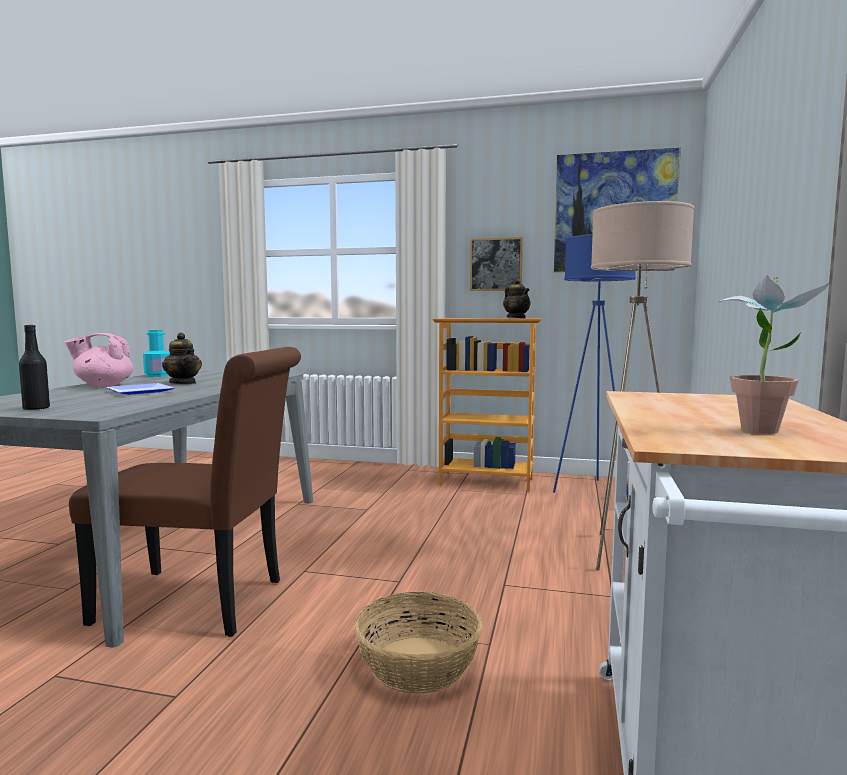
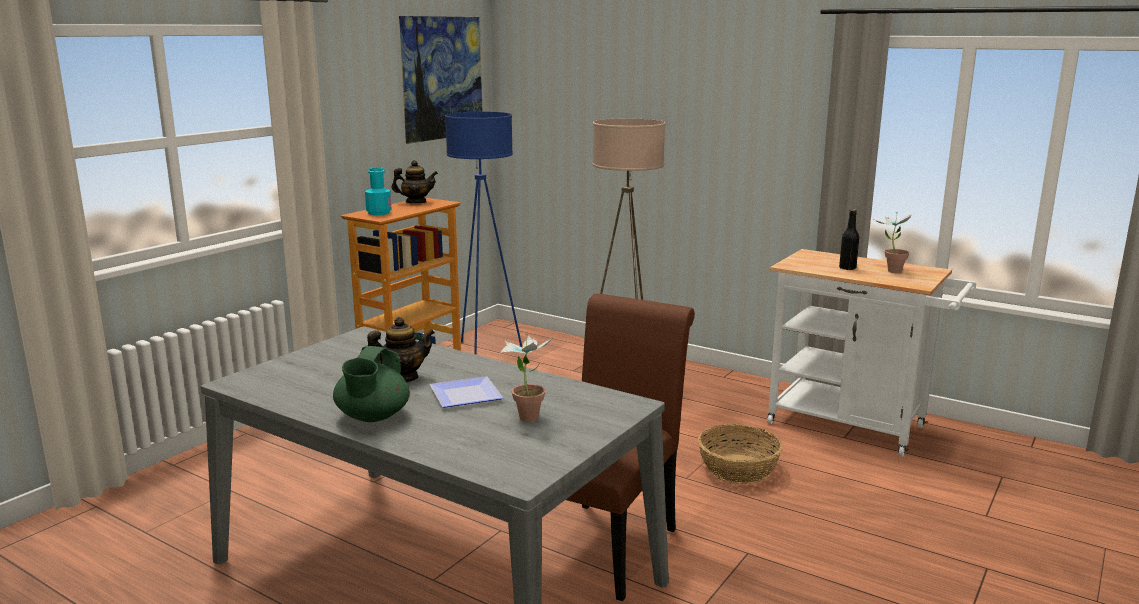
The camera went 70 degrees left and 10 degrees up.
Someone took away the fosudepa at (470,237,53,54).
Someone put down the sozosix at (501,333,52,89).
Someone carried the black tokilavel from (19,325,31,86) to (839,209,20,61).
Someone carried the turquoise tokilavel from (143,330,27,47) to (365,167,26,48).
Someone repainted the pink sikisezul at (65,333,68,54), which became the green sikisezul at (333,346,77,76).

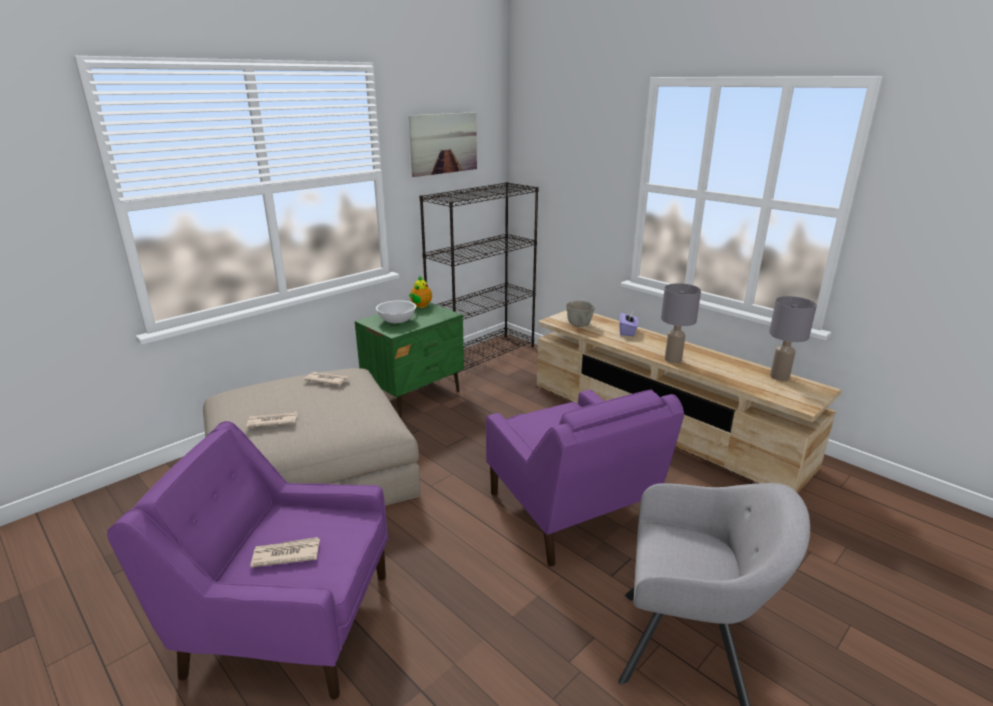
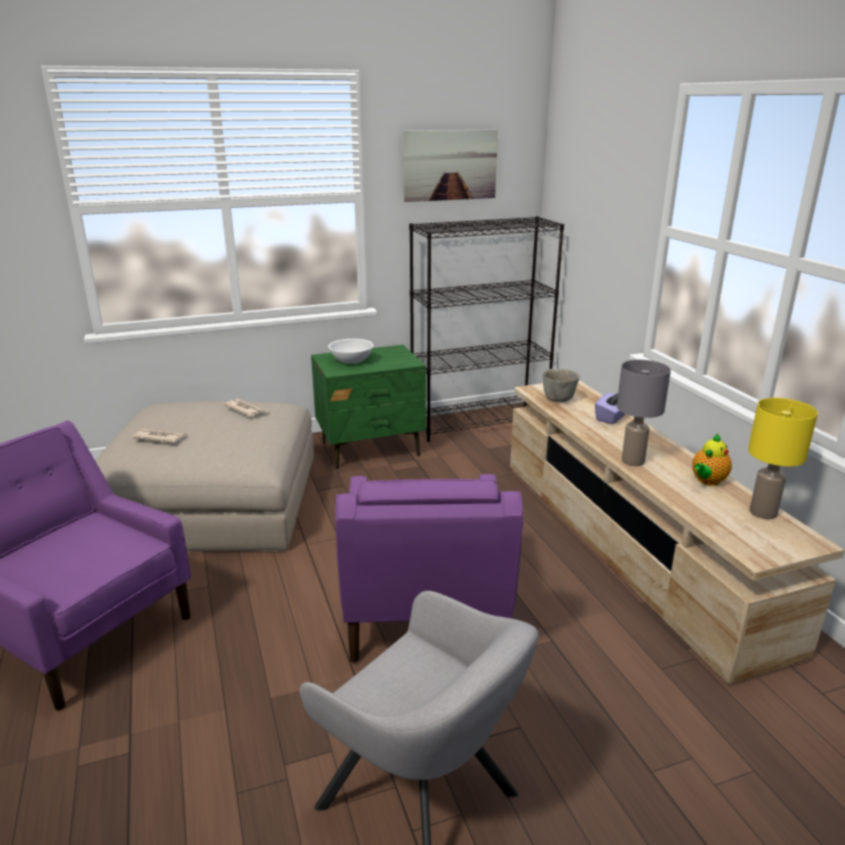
The camera went 25 degrees right and 0 degrees up.
Someone took away the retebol at (250,537,70,30).
Someone carried the sikisezul from (409,276,23,32) to (692,434,40,52).
Someone repainted the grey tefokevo at (769,296,48,85), which became the yellow tefokevo at (748,398,70,121).

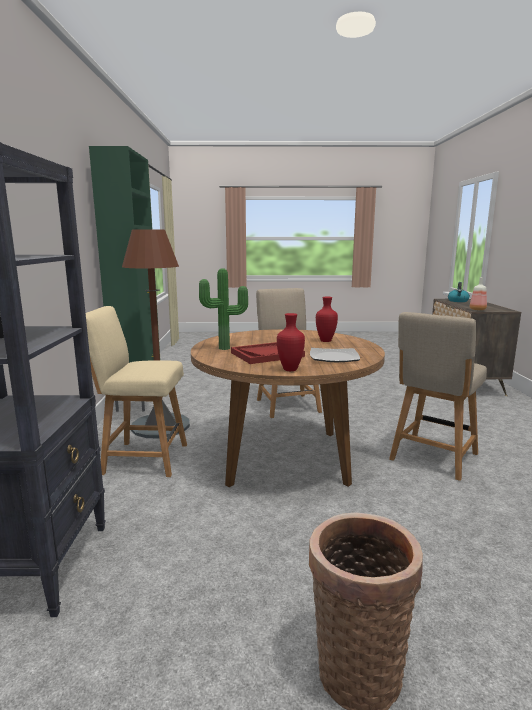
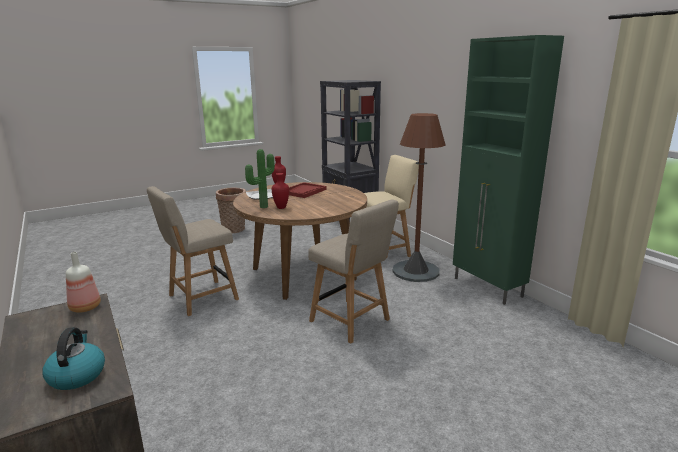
The camera went 150 degrees right and 5 degrees up.
Someone carried the sozosix from (199,268,49,82) to (245,149,30,59).
Someone rotated the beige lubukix at (389,312,98,169) by 135 degrees counterclockwise.

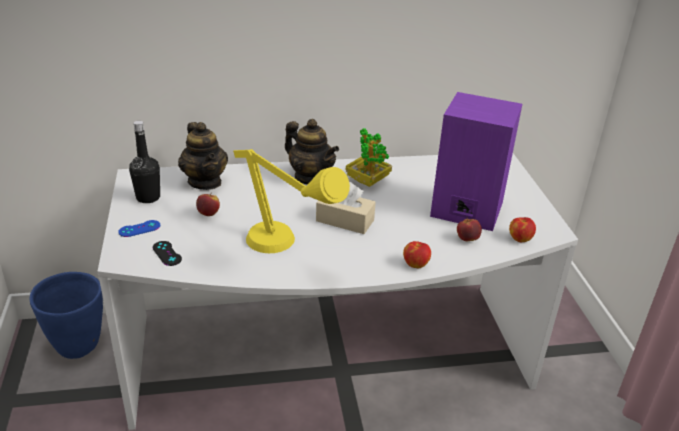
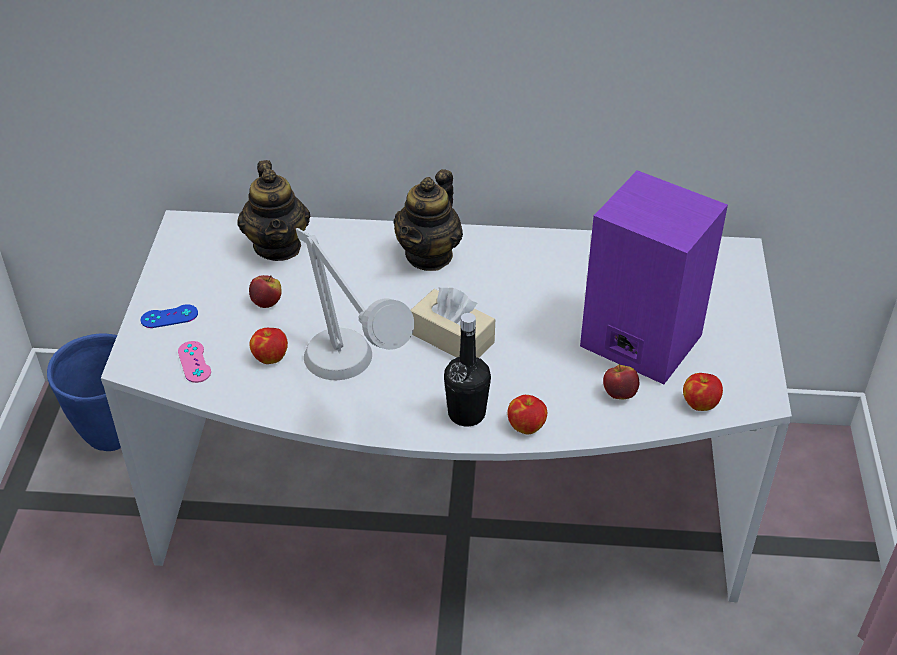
The camera went 15 degrees right and 10 degrees up.
Someone took away the sozosix at (346,128,46,59).
Someone put down the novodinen at (249,328,39,36).
Someone carried the black tokilavel from (129,121,31,82) to (444,313,47,114).
Someone repainted the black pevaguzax at (153,241,29,25), which became the pink pevaguzax at (178,341,33,42).
Someone repainted the yellow tefokevo at (233,149,117,104), which became the grey tefokevo at (296,228,118,152).
Someone rotated the sikisezul at (285,119,54,66) by 60 degrees clockwise.

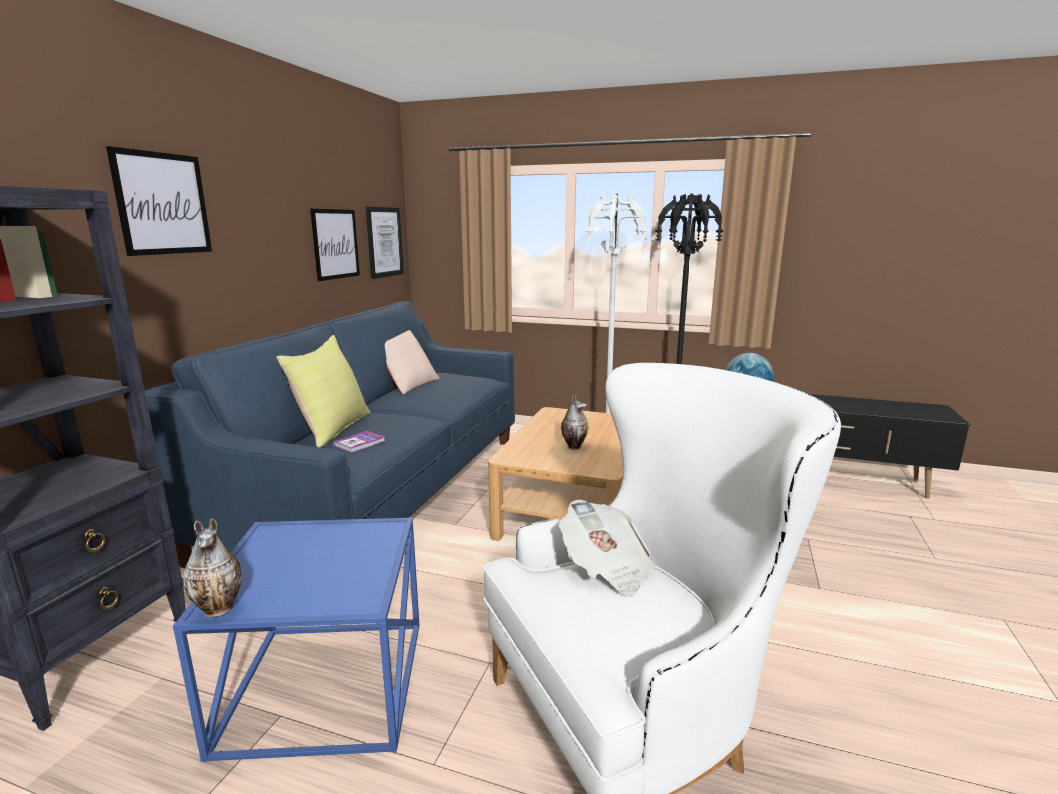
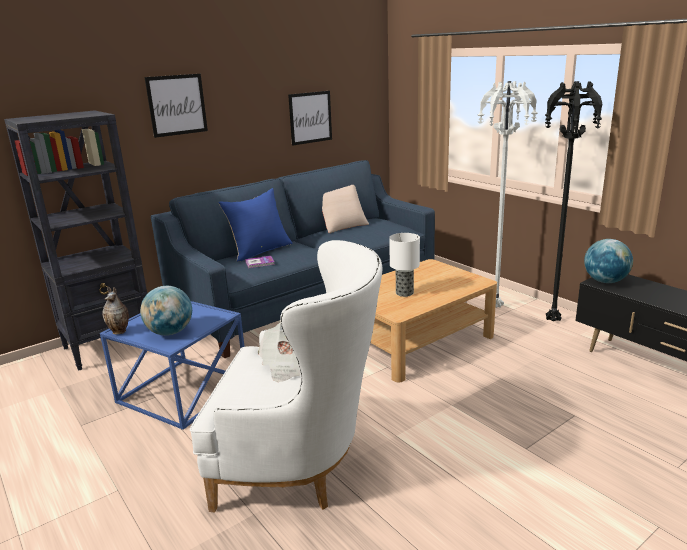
The camera went 35 degrees right and 5 degrees up.
Someone took away the fosudepa at (366,207,38,72).
Someone put down the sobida at (140,286,52,49).
Someone swapped the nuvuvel at (561,394,28,56) for the tefokevo at (389,233,31,64).
Someone repainted the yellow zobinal at (276,335,94,113), which became the blue zobinal at (218,188,75,74).

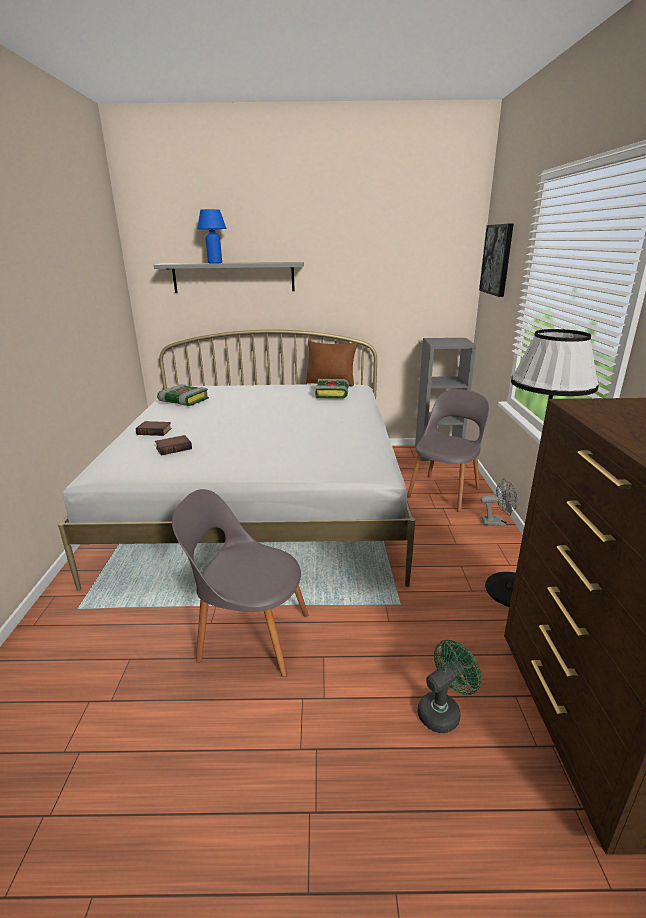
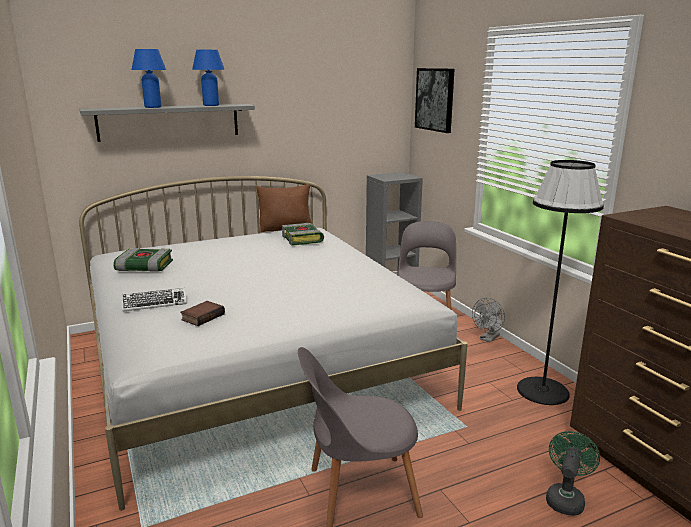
The camera went 25 degrees left and 5 degrees down.
Someone put down the blue tefokevo at (192,50,33,56).
Someone swapped the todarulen at (136,421,36,15) for the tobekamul at (122,288,65,24).
Someone rotated the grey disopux at (480,478,37,48) by 150 degrees clockwise.

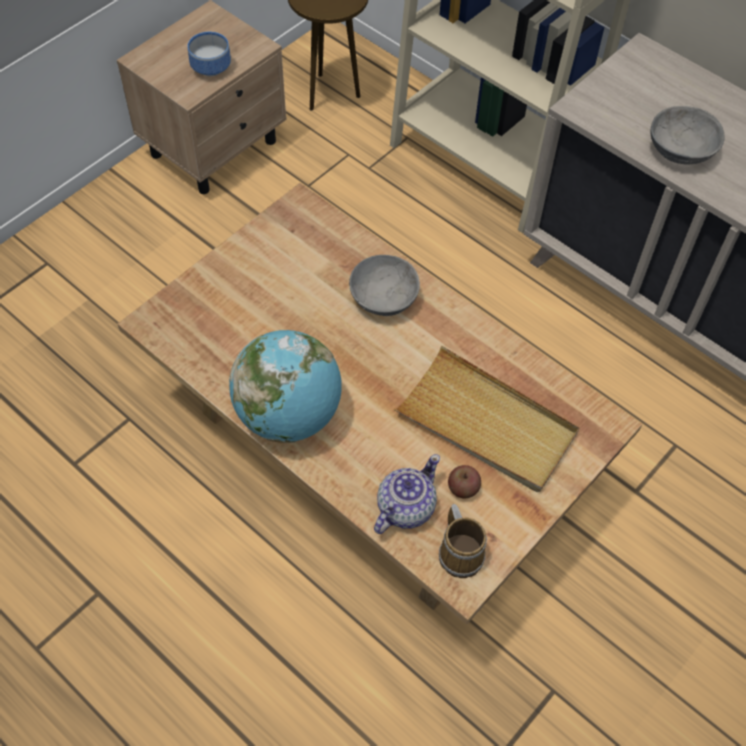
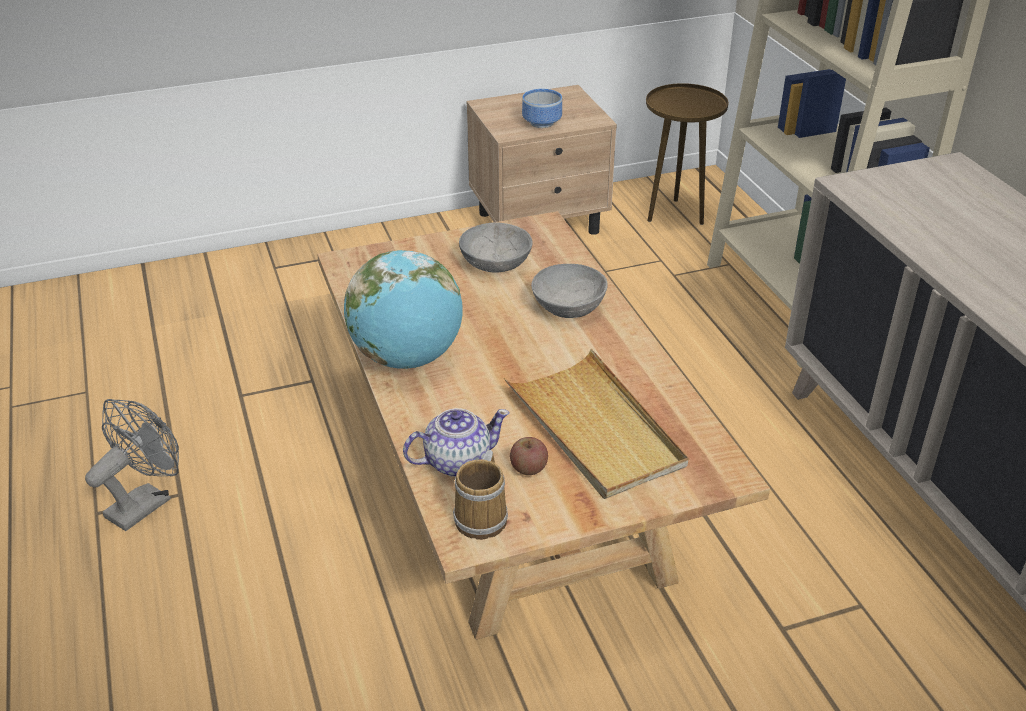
The camera went 30 degrees right and 20 degrees down.
Someone put down the grey disopux at (85,399,94,132).
Someone carried the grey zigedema from (650,106,75,58) to (459,222,74,50).

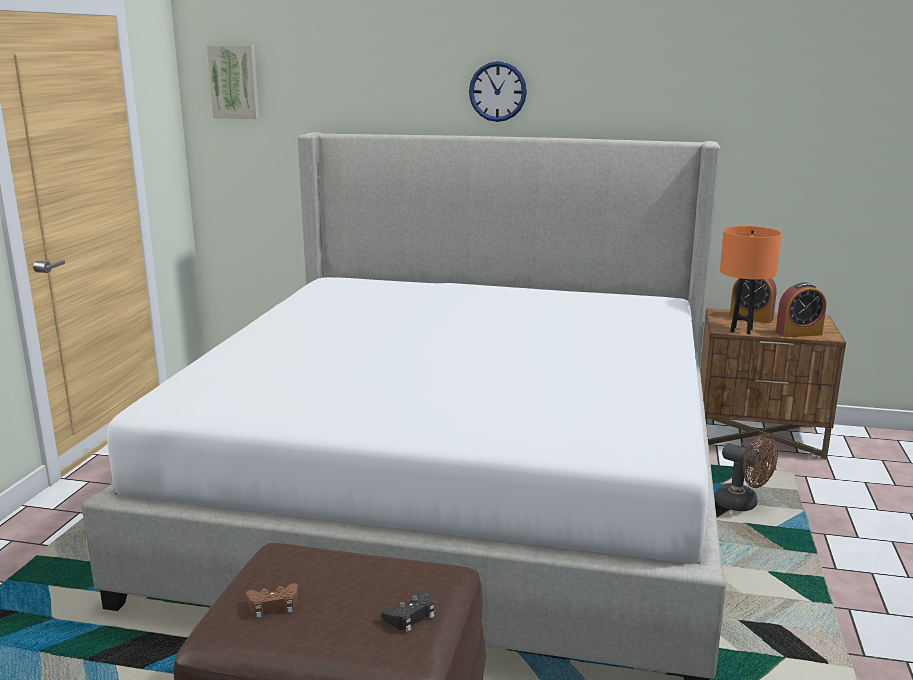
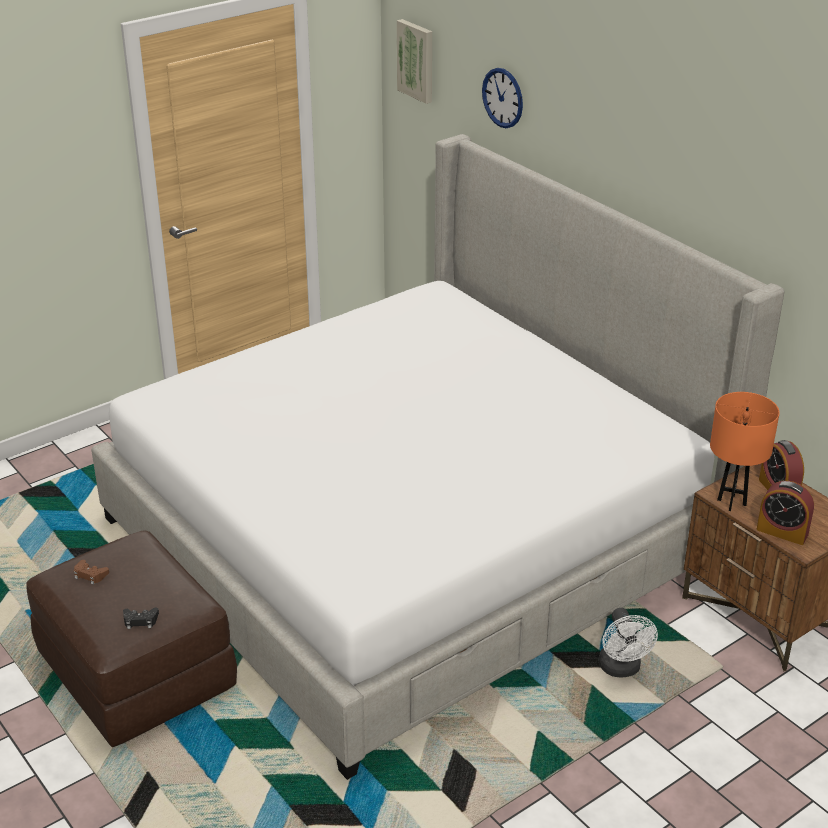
The camera went 40 degrees right and 15 degrees up.
Someone carried the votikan from (469,61,58,61) to (482,68,41,60).
Someone repainted the brown disopux at (714,434,64,77), which became the white disopux at (599,608,59,70).

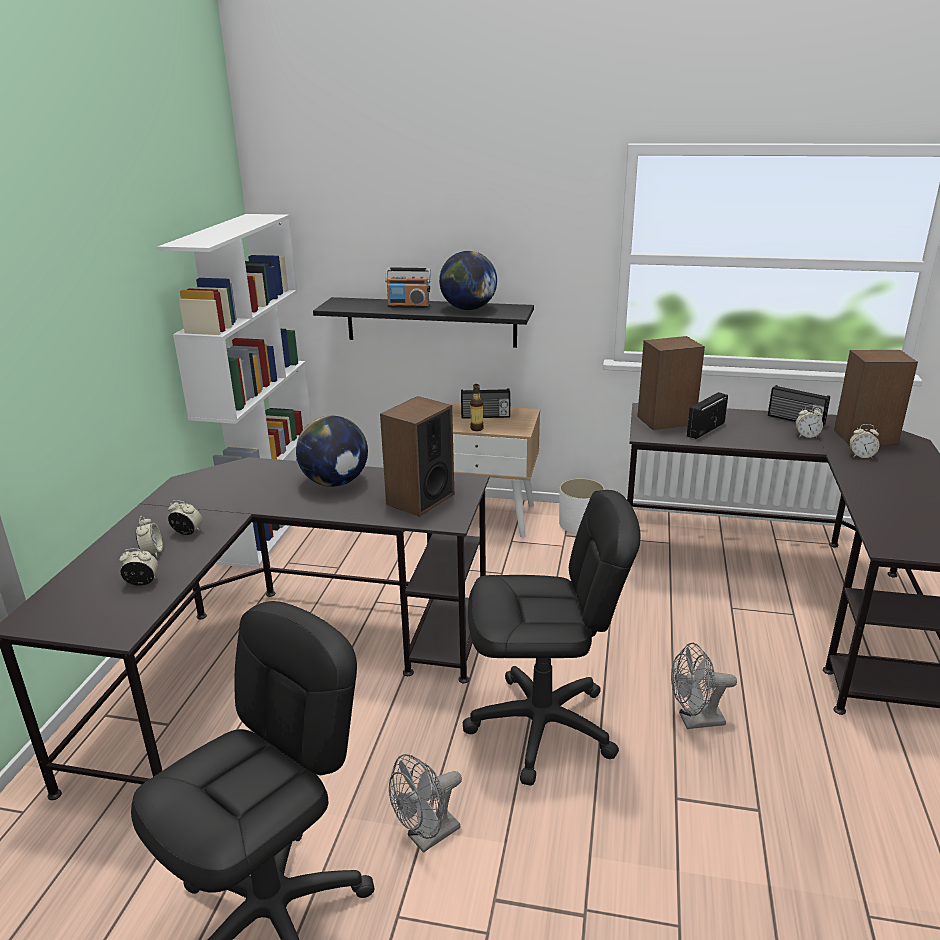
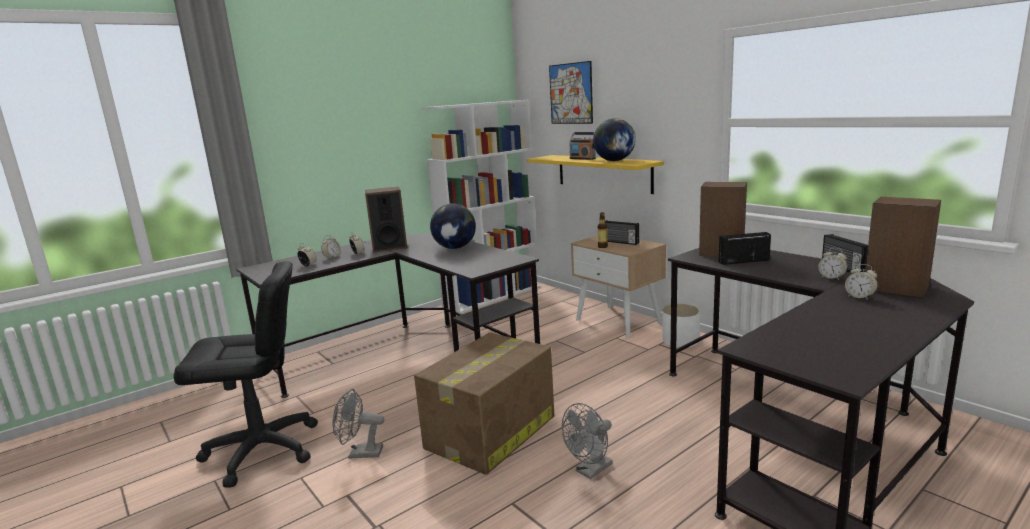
The camera went 40 degrees right and 10 degrees down.
Someone put up the fosudepa at (549,61,44,63).
Someone carried the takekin from (380,396,74,121) to (365,187,42,66).
Someone swapped the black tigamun at (463,490,177,296) for the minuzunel at (414,332,140,143).
Someone repainted the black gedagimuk at (313,297,221,51), which became the yellow gedagimuk at (527,155,137,39).
Someone rotated the grey disopux at (671,643,66,86) by 75 degrees counterclockwise.

